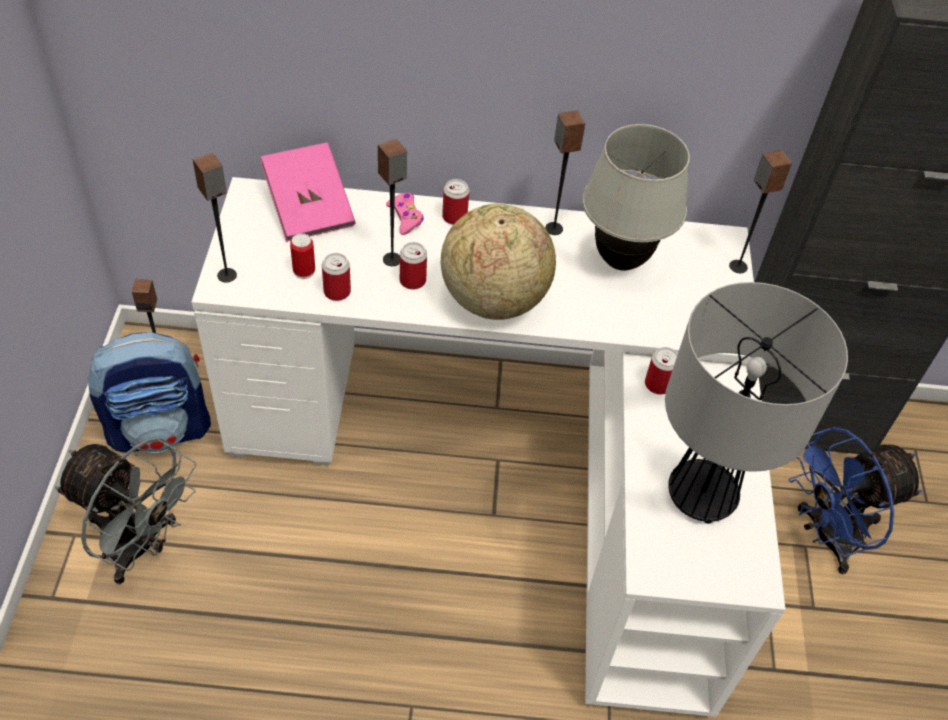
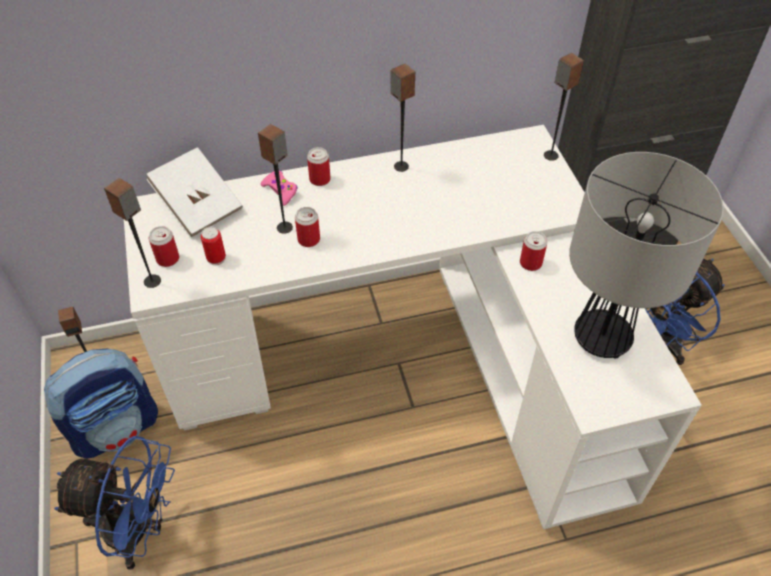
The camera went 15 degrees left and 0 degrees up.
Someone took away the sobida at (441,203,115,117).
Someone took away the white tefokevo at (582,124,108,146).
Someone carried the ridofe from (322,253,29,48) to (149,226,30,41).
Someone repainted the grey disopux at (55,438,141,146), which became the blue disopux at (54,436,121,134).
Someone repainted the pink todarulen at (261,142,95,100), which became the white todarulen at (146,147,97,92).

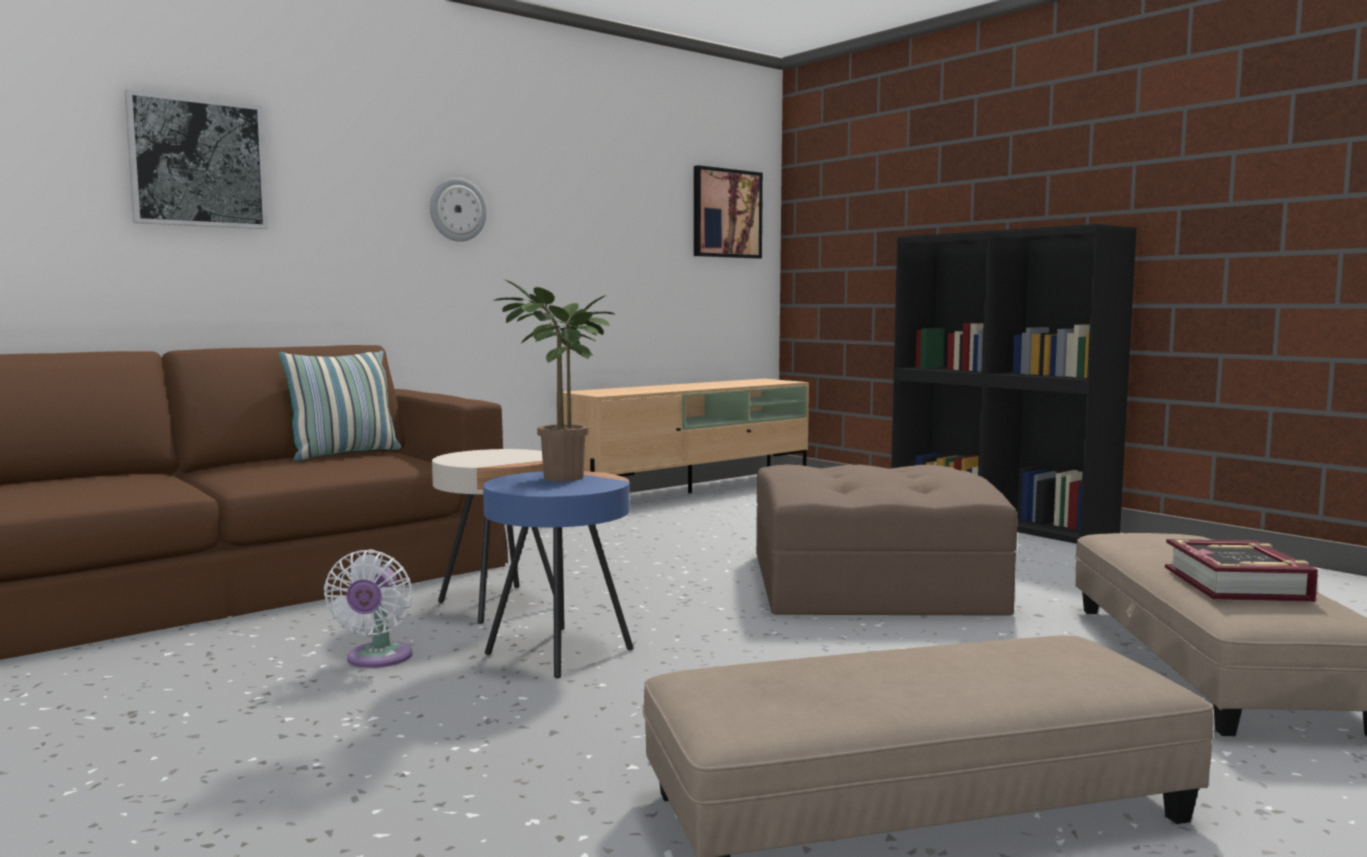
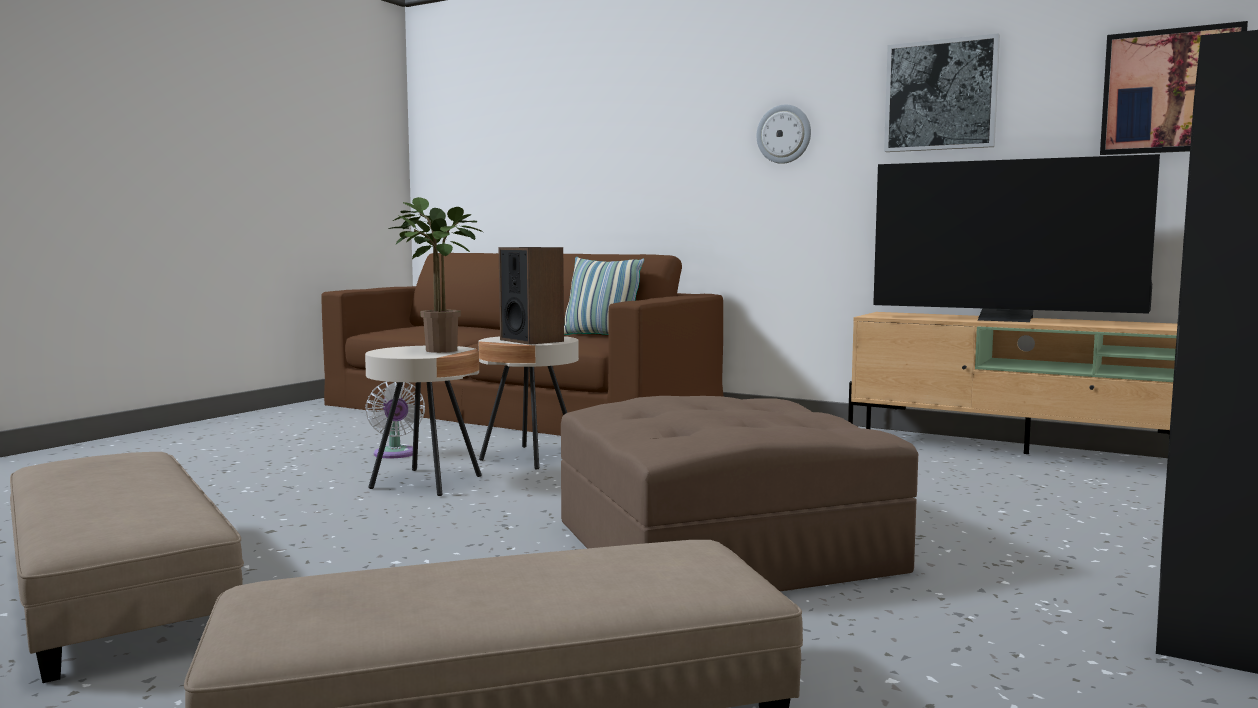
The camera went 70 degrees right and 0 degrees up.
Someone took away the todarulen at (1165,539,153,63).
Someone put down the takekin at (499,247,65,98).
Someone put down the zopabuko at (873,154,287,168).
Someone carried the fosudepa from (124,89,144,140) to (884,33,116,119).
Someone repainted the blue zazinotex at (483,471,150,207), which became the beige zazinotex at (365,346,117,150).
Someone rotated the white disopux at (324,549,89,119) by 90 degrees counterclockwise.

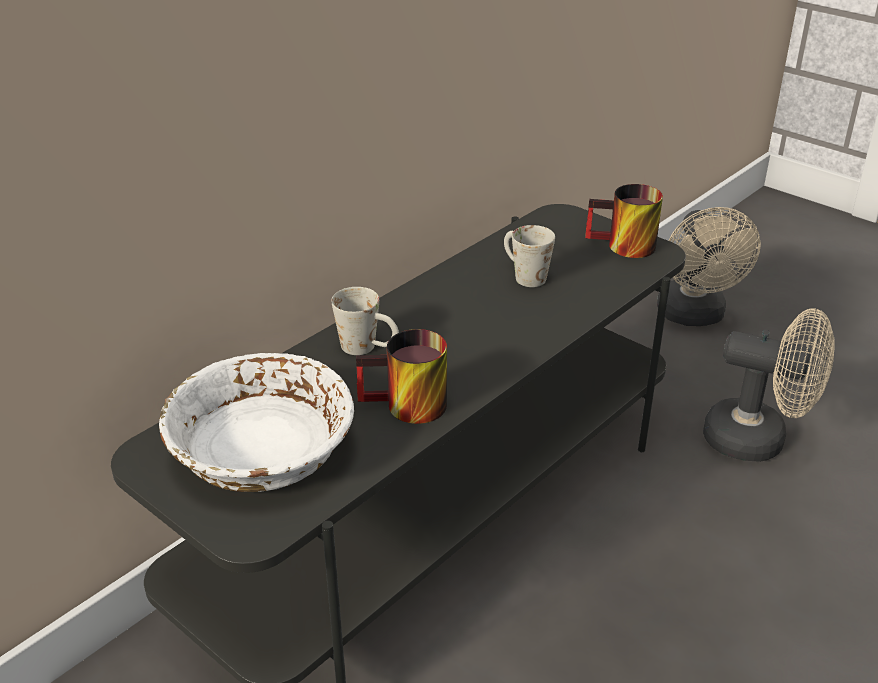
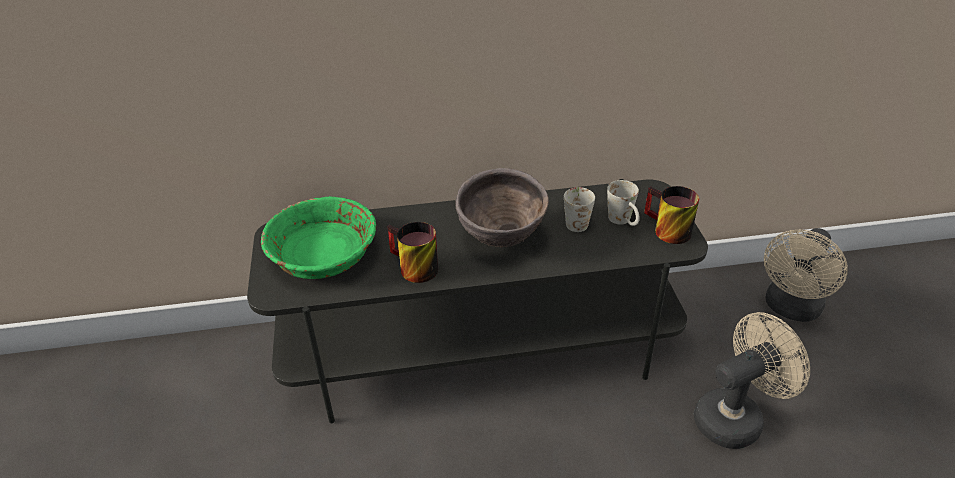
The camera went 40 degrees right and 5 degrees up.
Someone put down the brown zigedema at (455,168,94,79).
Someone carried the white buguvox from (331,287,68,68) to (607,180,33,46).
Someone repainted the white zigedema at (159,353,195,139), which became the green zigedema at (261,196,115,83).
Someone rotated the beige disopux at (703,309,131,153) by 90 degrees counterclockwise.

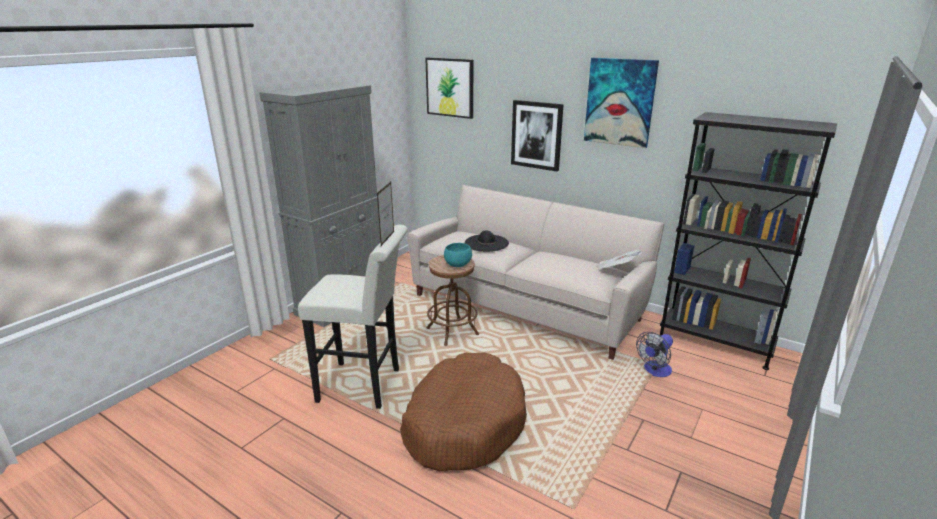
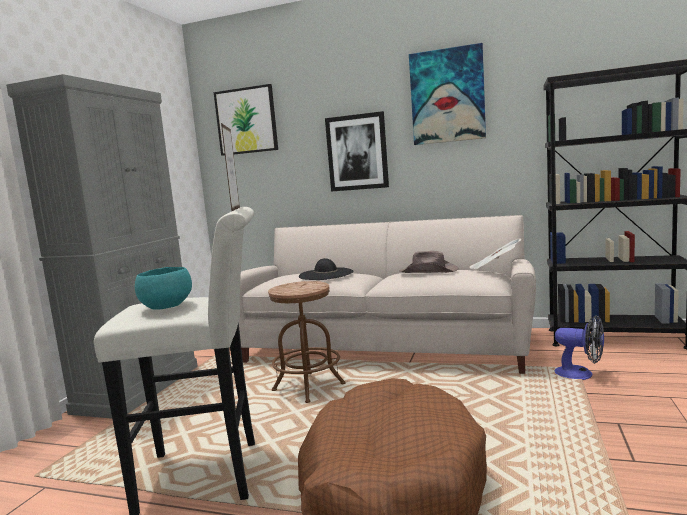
The camera went 15 degrees left and 15 degrees down.
Someone put down the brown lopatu at (399,251,60,22).
Someone carried the turquoise zigedema from (444,243,28,24) to (135,267,57,43).
Someone rotated the disopux at (636,332,37,45) by 90 degrees counterclockwise.

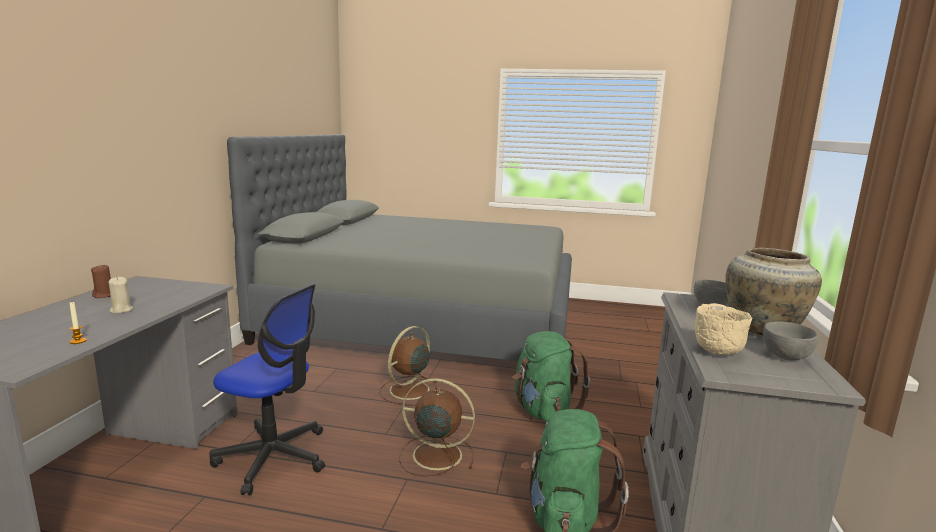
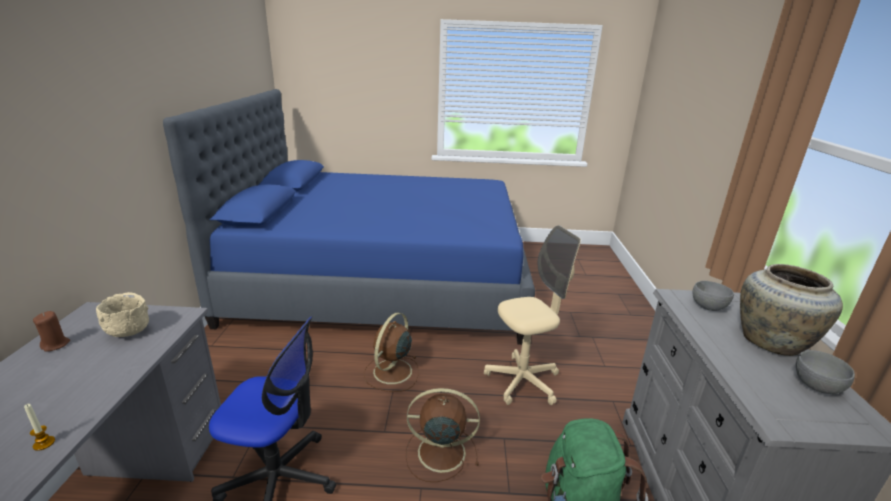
The camera went 10 degrees left and 10 degrees up.
Someone took away the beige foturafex at (108,277,25,36).
Someone carried the beige zigedema from (695,303,57,52) to (96,292,53,45).
Someone swapped the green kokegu at (512,331,78,91) for the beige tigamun at (484,226,97,179).
Someone repainted the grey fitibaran at (227,134,345,227), which became the blue fitibaran at (163,89,372,256).

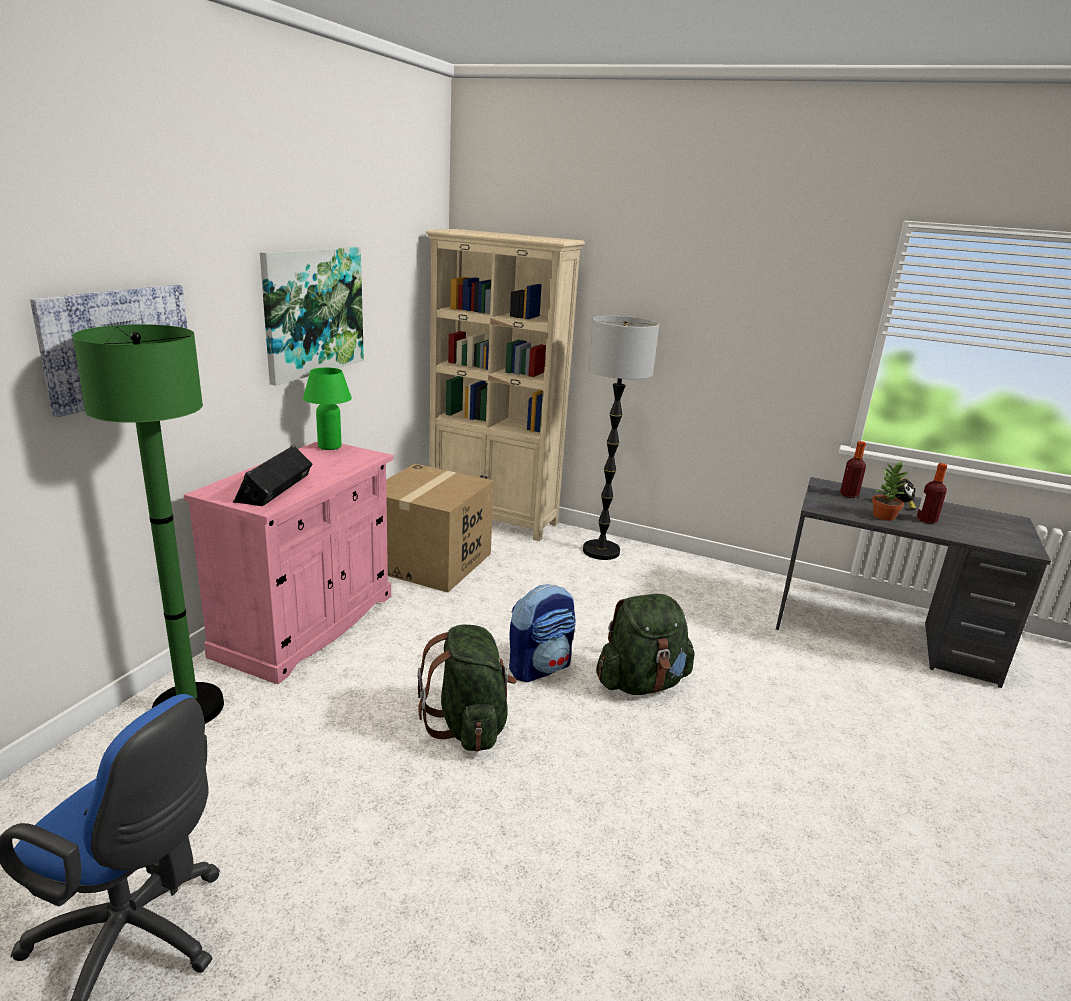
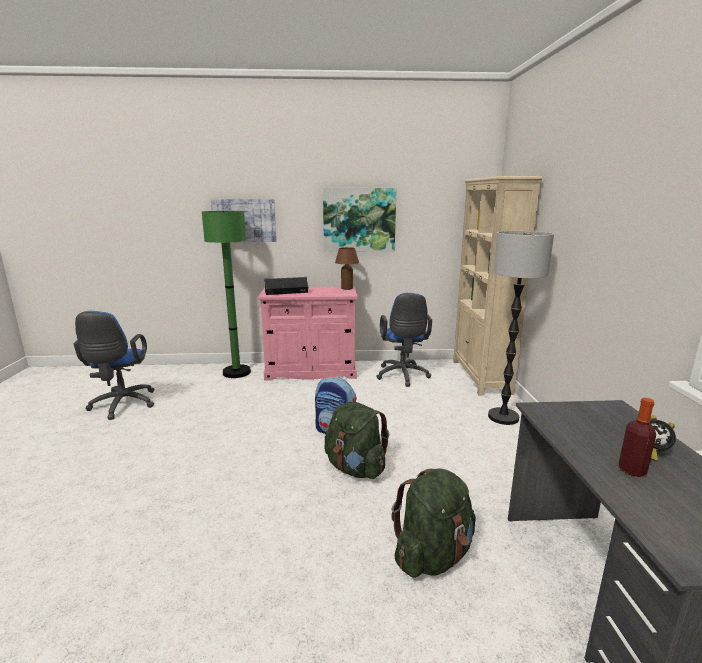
The camera went 65 degrees right and 5 degrees down.
Someone took away the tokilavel at (840,441,26,57).
Someone took away the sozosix at (872,462,37,59).
Someone carried the green kokegu from (418,625,99,127) to (392,468,84,110).
Someone swapped the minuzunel at (386,464,108,128) for the blue tigamun at (376,293,56,94).
Someone repainted the green tefokevo at (303,368,49,82), which became the brown tefokevo at (335,247,24,43).

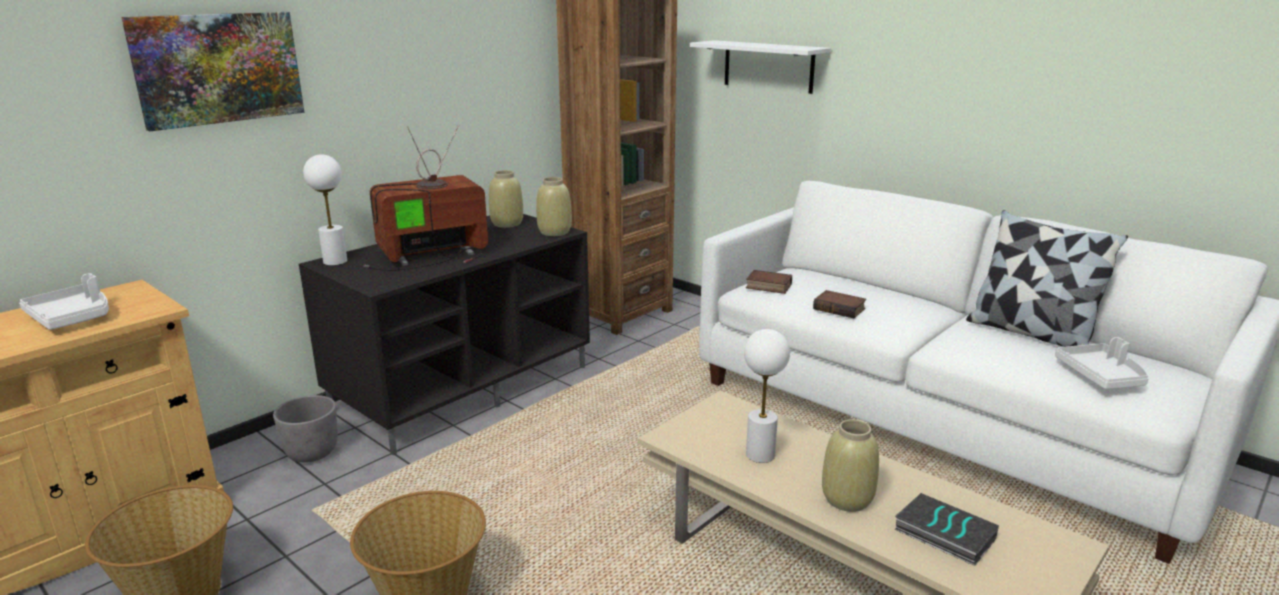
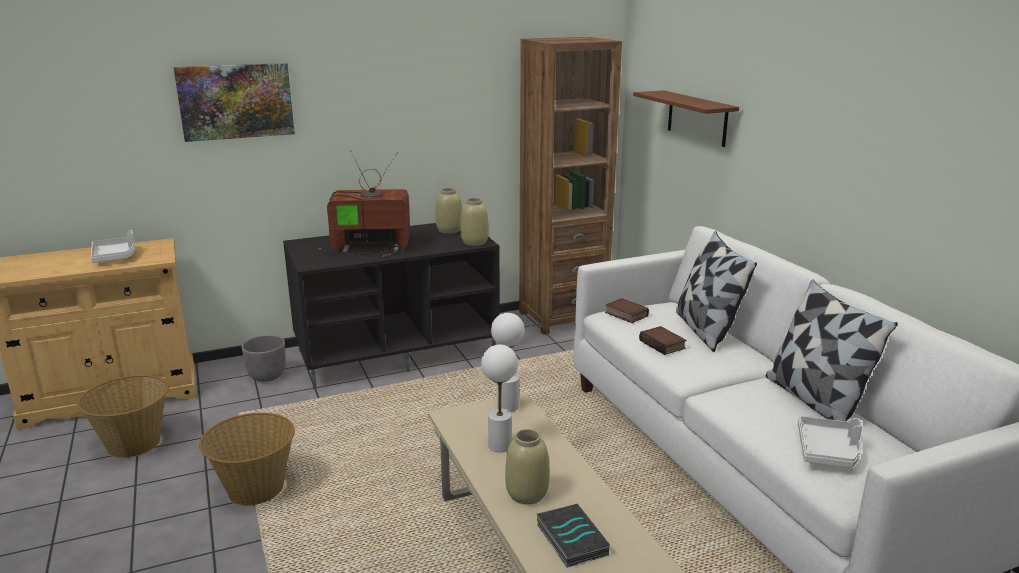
The camera went 25 degrees right and 0 degrees up.
Someone put down the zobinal at (676,231,81,121).
Someone carried the white tefokevo from (303,154,44,112) to (491,313,34,99).
Someone repainted the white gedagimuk at (690,40,141,54), which became the brown gedagimuk at (633,90,106,57).

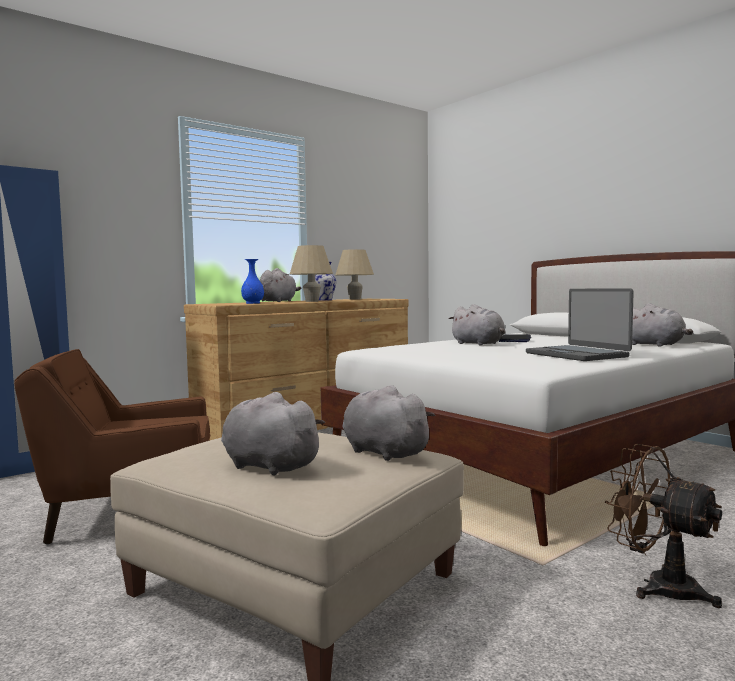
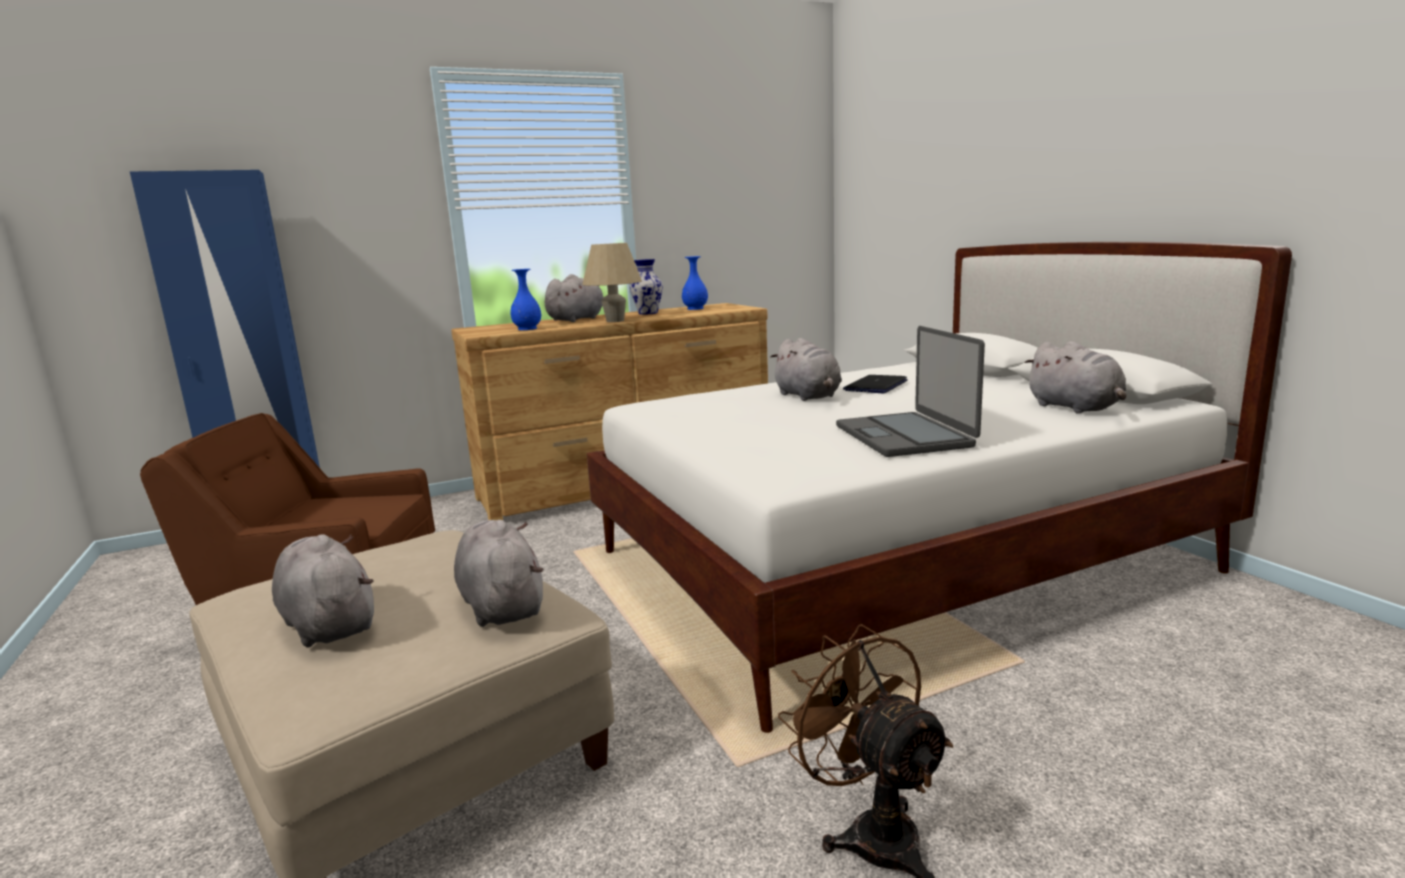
The camera went 15 degrees right and 10 degrees up.
Someone swapped the beige tefokevo at (335,249,39,51) for the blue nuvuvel at (682,256,26,54).

